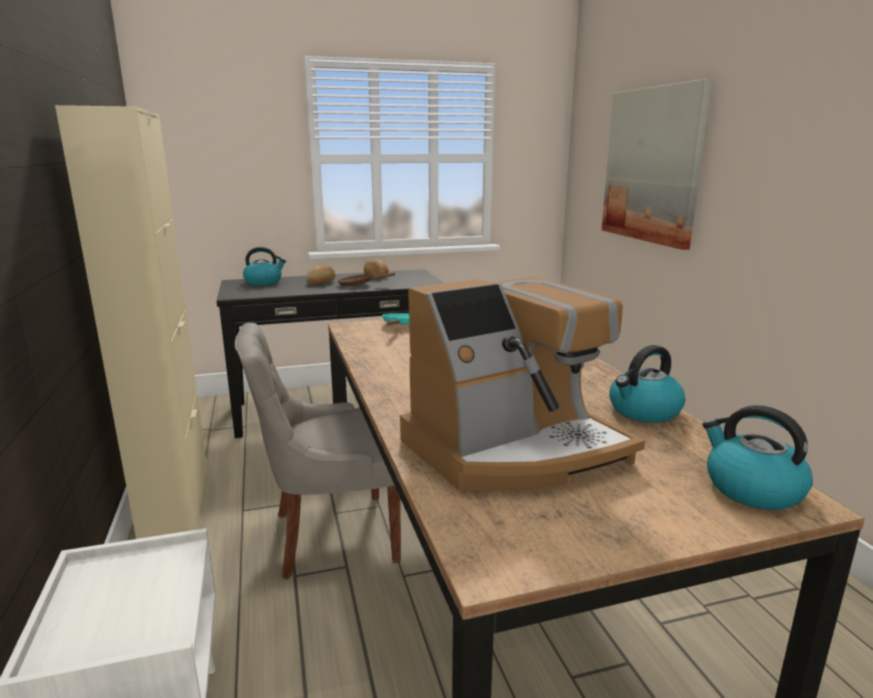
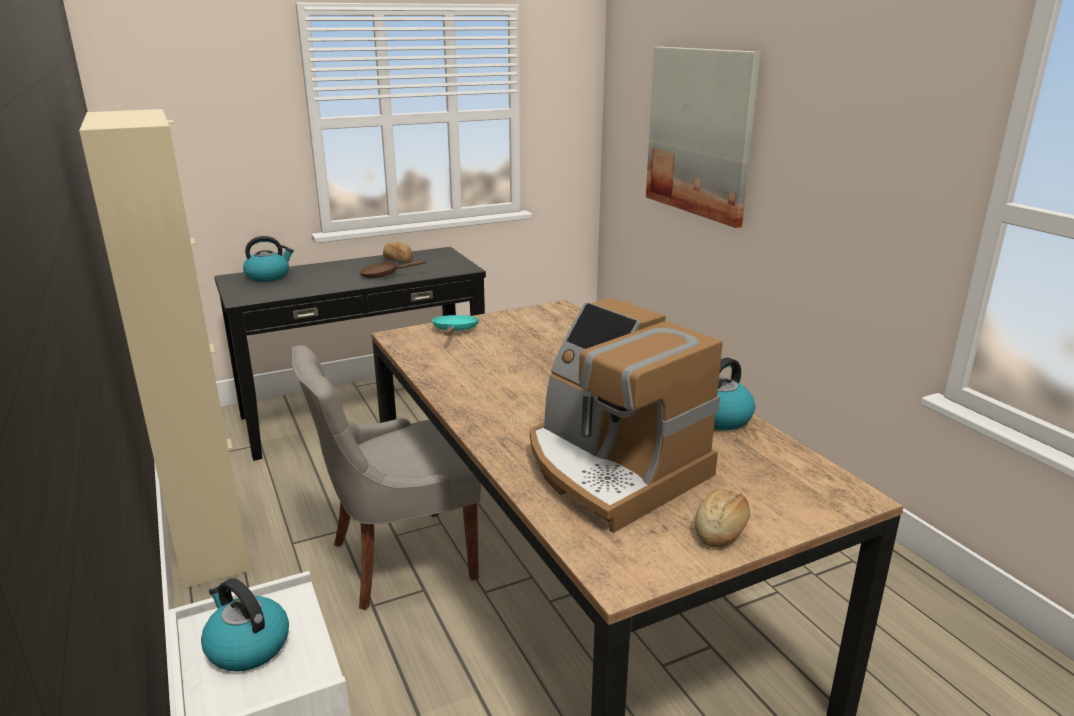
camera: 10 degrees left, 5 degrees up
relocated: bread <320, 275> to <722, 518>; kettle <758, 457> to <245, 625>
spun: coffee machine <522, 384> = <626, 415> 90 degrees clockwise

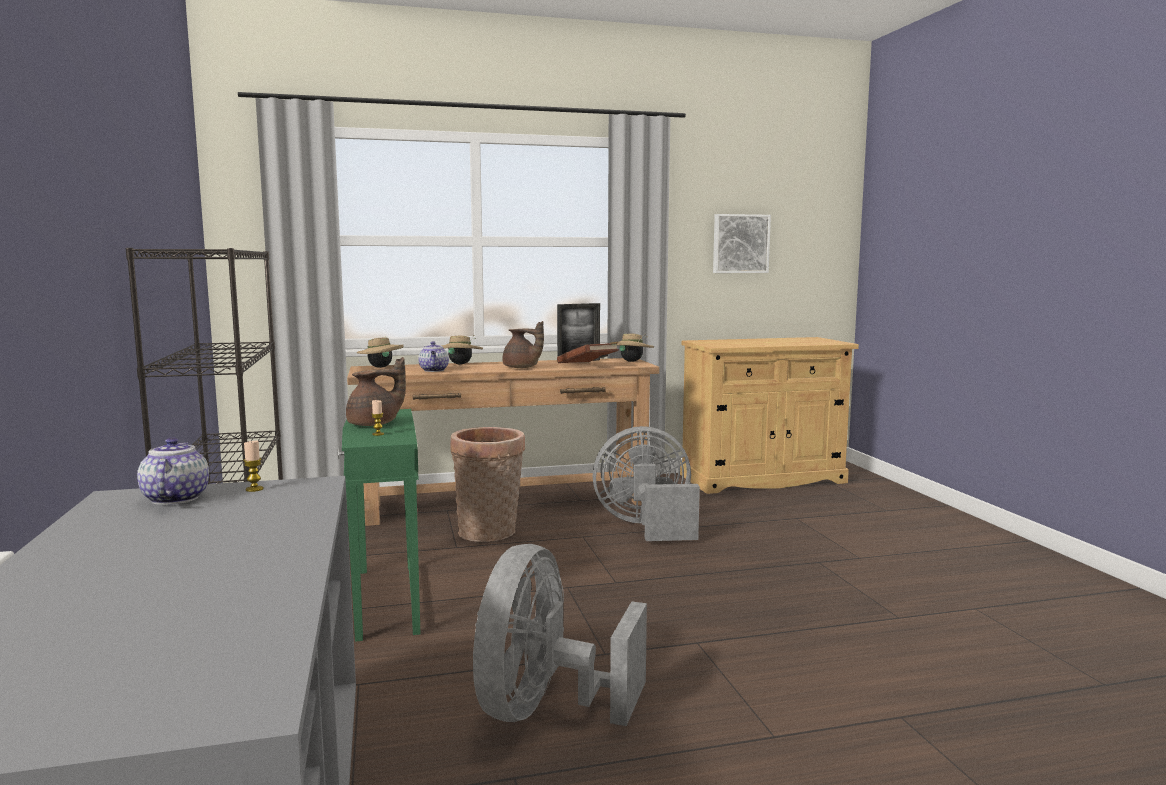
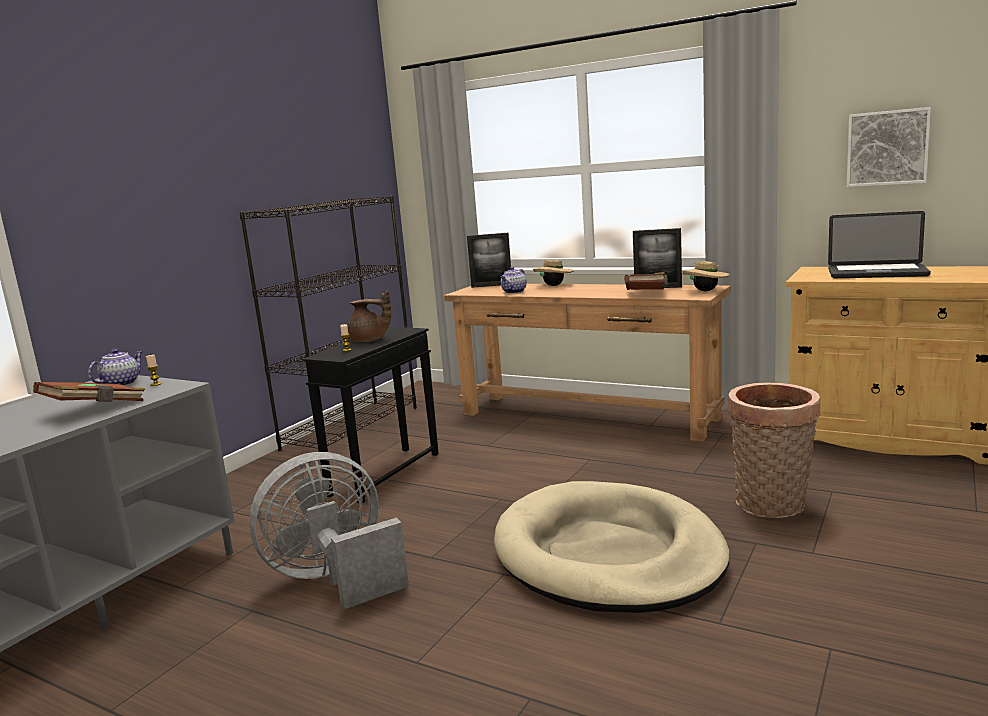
camera: 45 degrees right, 5 degrees up
missing: brown teapot <523, 344>; grey fan <646, 483>
appeared: brown book <89, 392>; beige dog bed <612, 547>; laptop <879, 244>
relocated: basket <487, 484> to <774, 450>
exchanged: beige hat <380, 353> to picture frame <489, 260>
colour: green side table <378, 525> to black side table <370, 415>

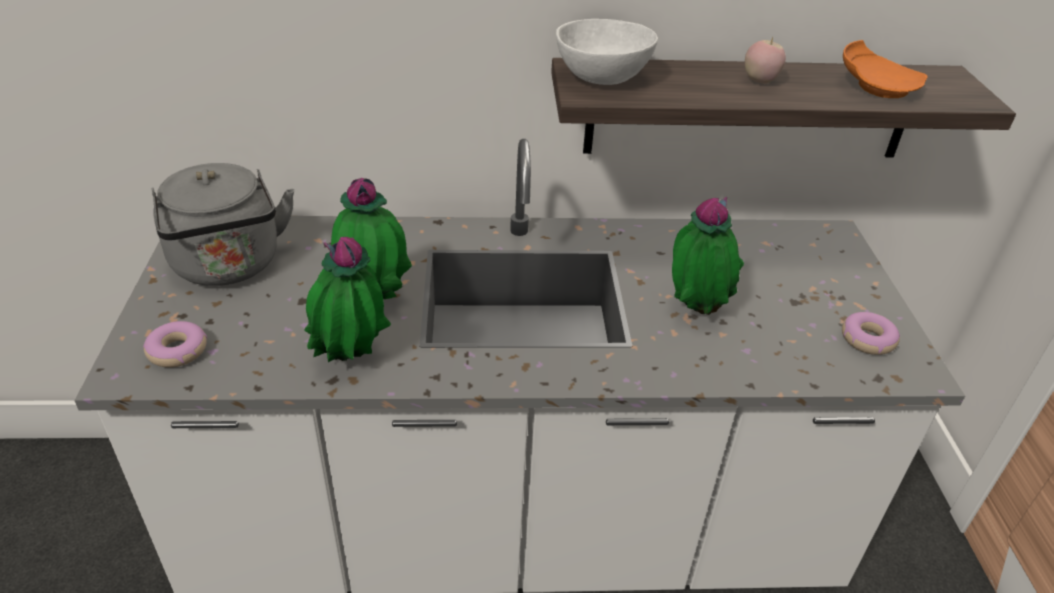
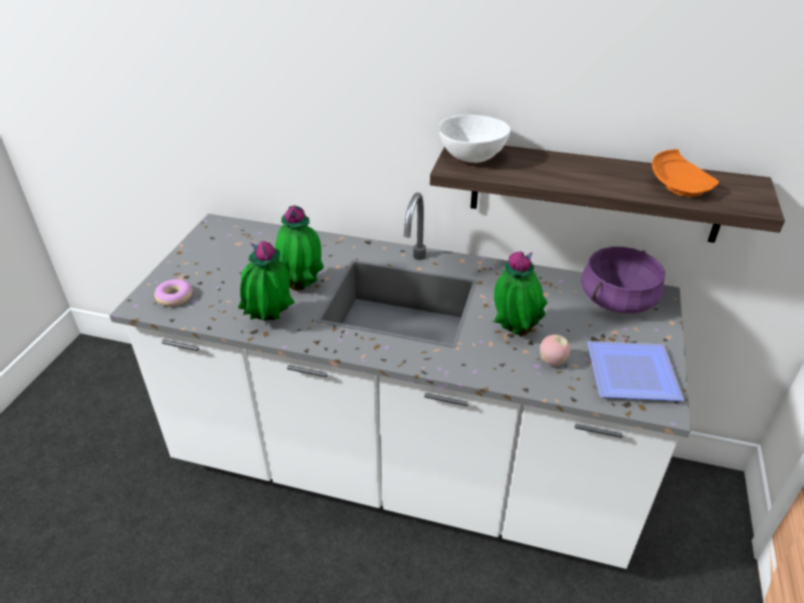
camera: 20 degrees right, 0 degrees up
missing: grey kettle <223, 224>
appeared: purple cooking pot <623, 280>
relocated: apple <765, 60> to <555, 350>
exchanged: donut <871, 333> to plate <635, 371>

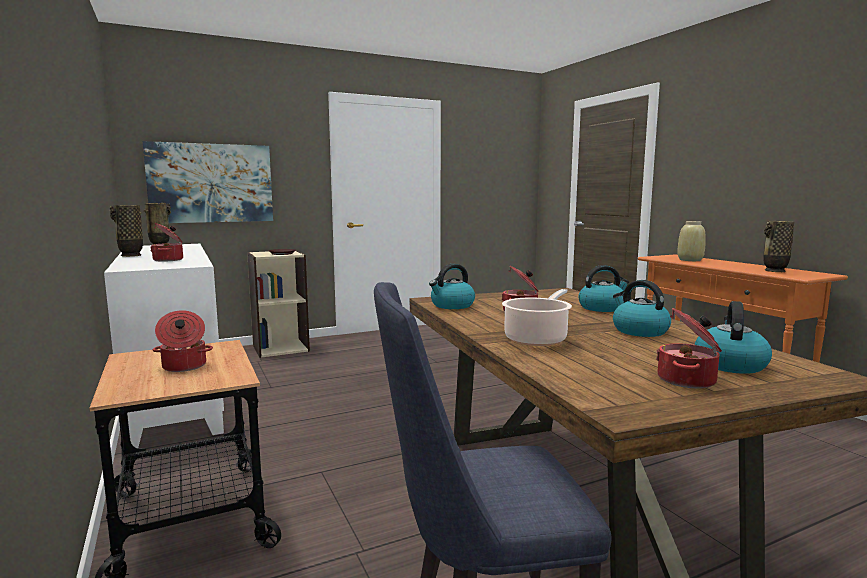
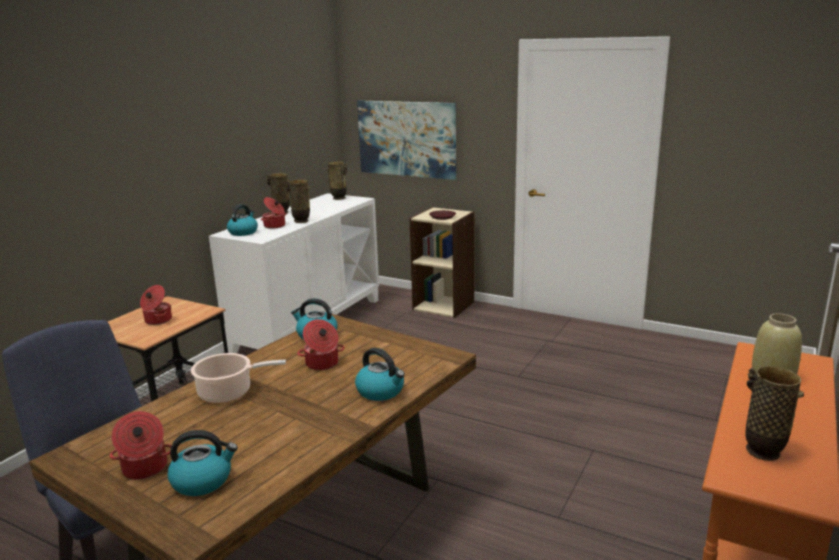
camera: 55 degrees right, 10 degrees up
appeared: vase <298, 201>
relocated: kettle <642, 308> to <242, 220>

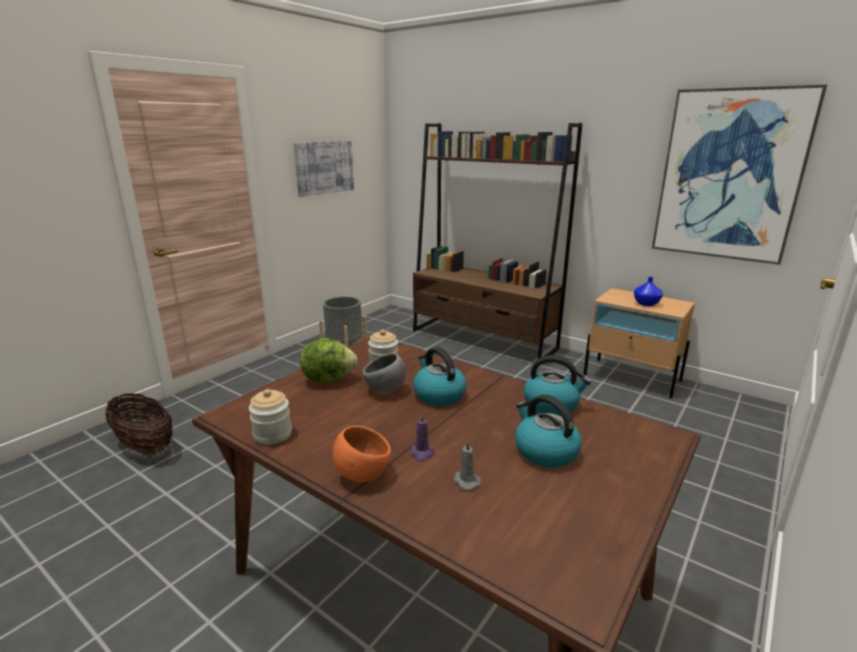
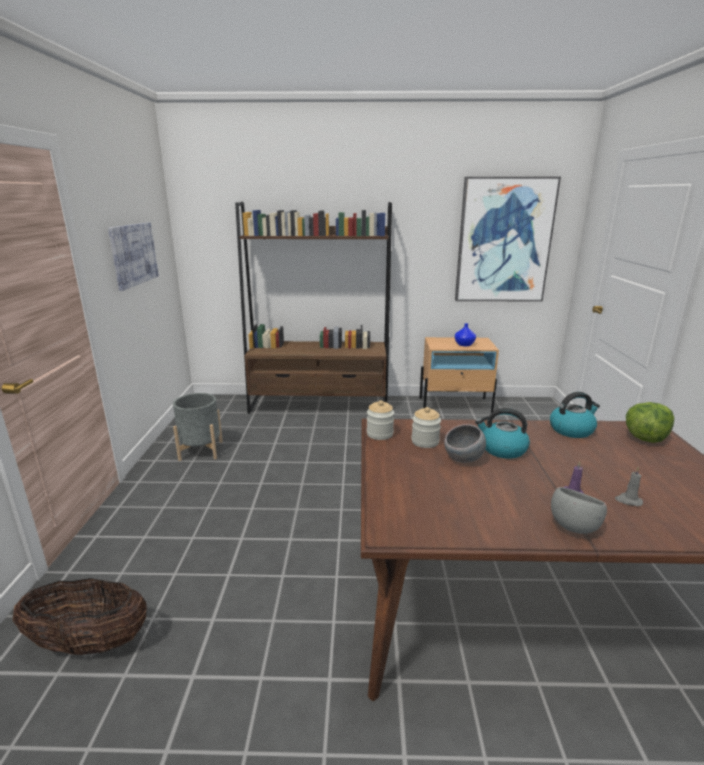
camera: 35 degrees left, 0 degrees up
missing: kettle <548, 431>
relocated: jar <270, 417> to <380, 420>; lettuce <329, 360> to <650, 422>
colour: orange bowl <362, 454> to grey bowl <579, 510>

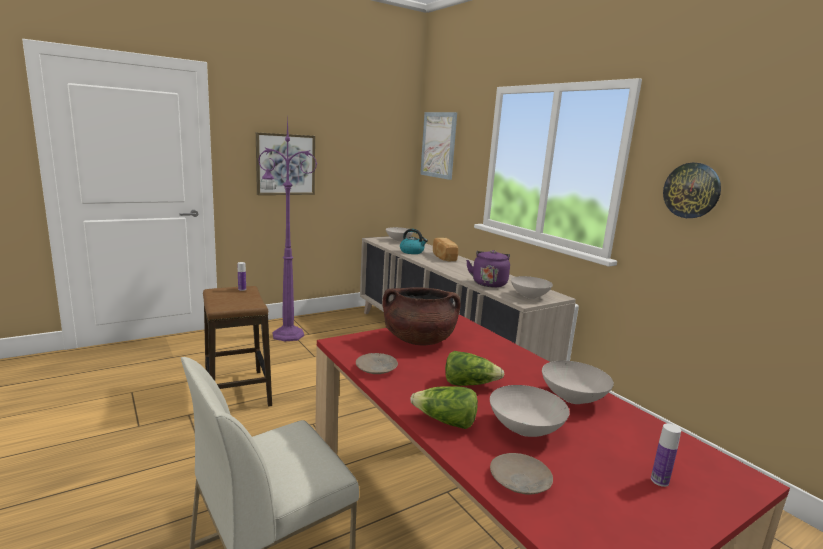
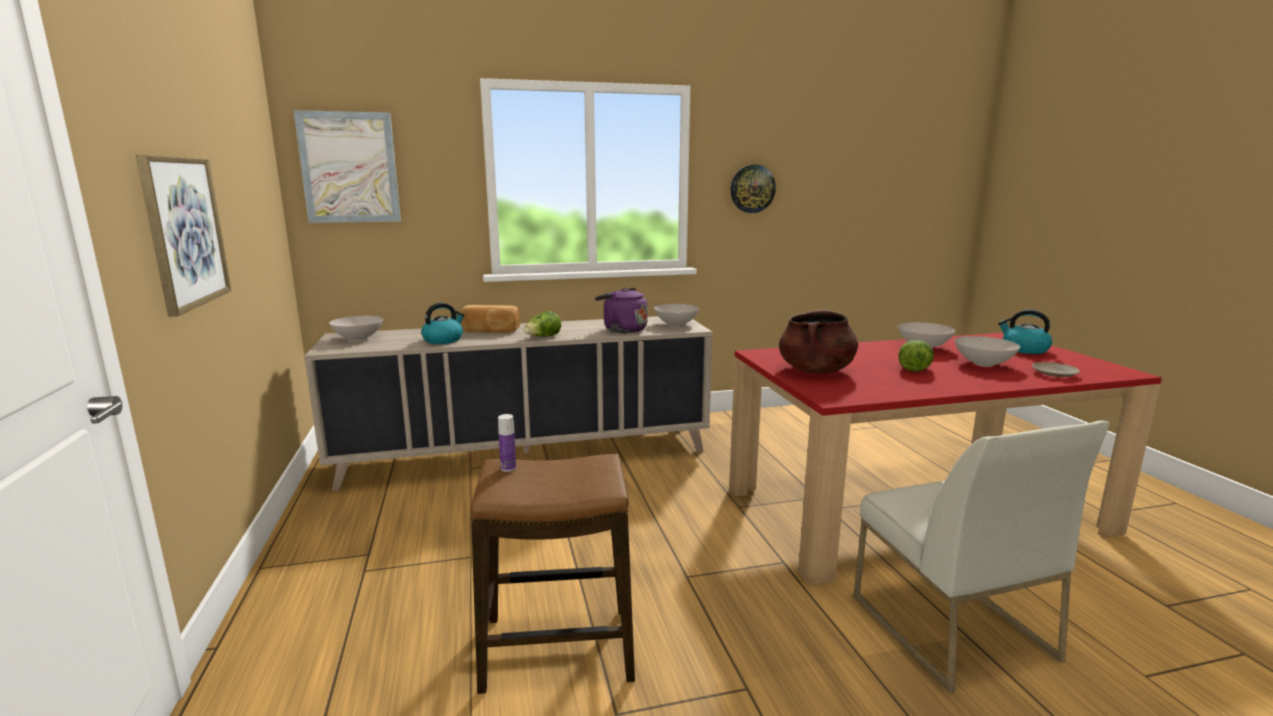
camera: 70 degrees left, 0 degrees up
missing: purple floor lamp <287, 227>; beige plate <377, 363>
relocated: lettuce <444, 407> to <542, 324>
exchanged: bottle <666, 455> to kettle <1025, 332>

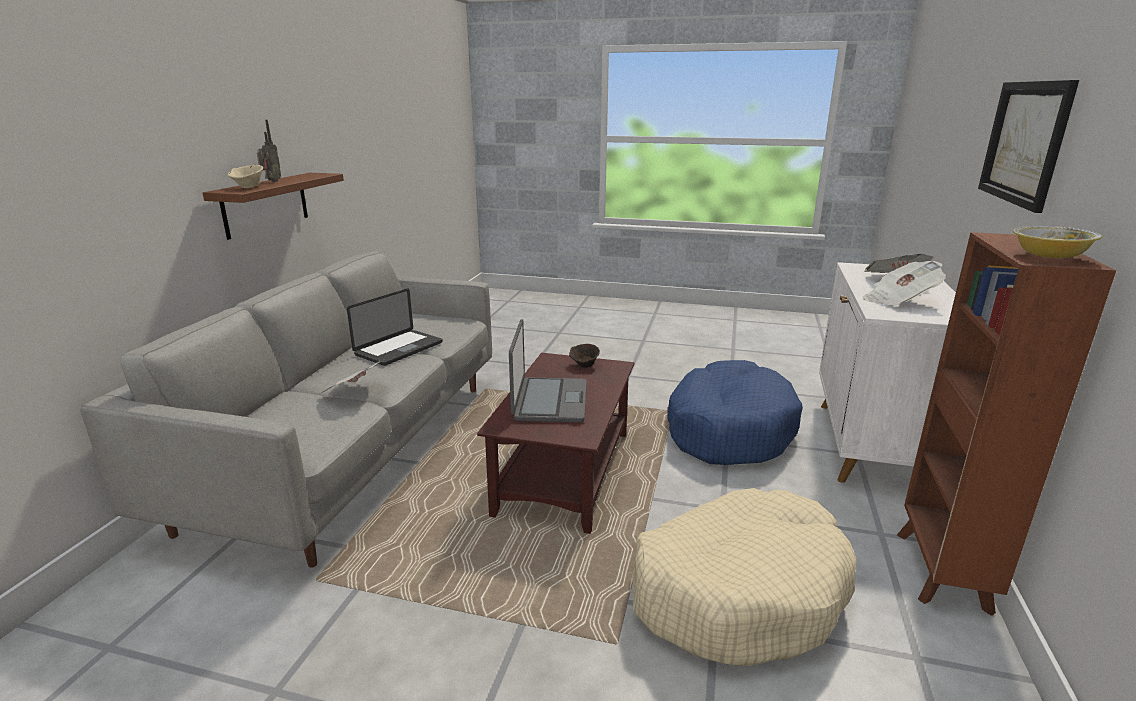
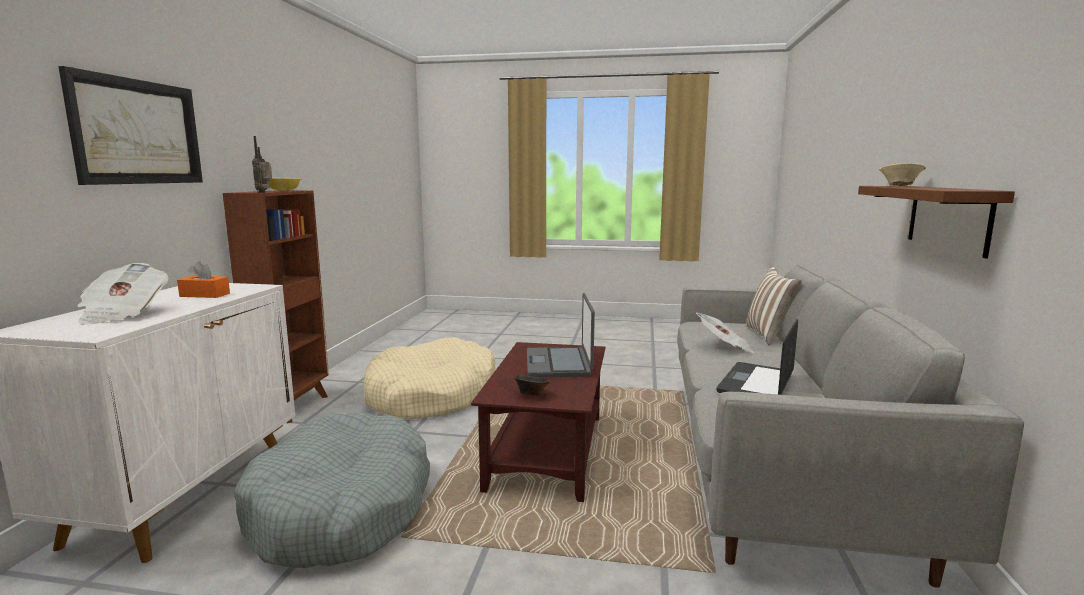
camera: 175 degrees right, 10 degrees down
appeared: pillow <774, 306>
relocated: radio <269, 151> to <262, 164>
exchanged: newspaper <904, 283> to orange tissue box <203, 279>
colour: blue dog bed <735, 412> to grey dog bed <332, 490>

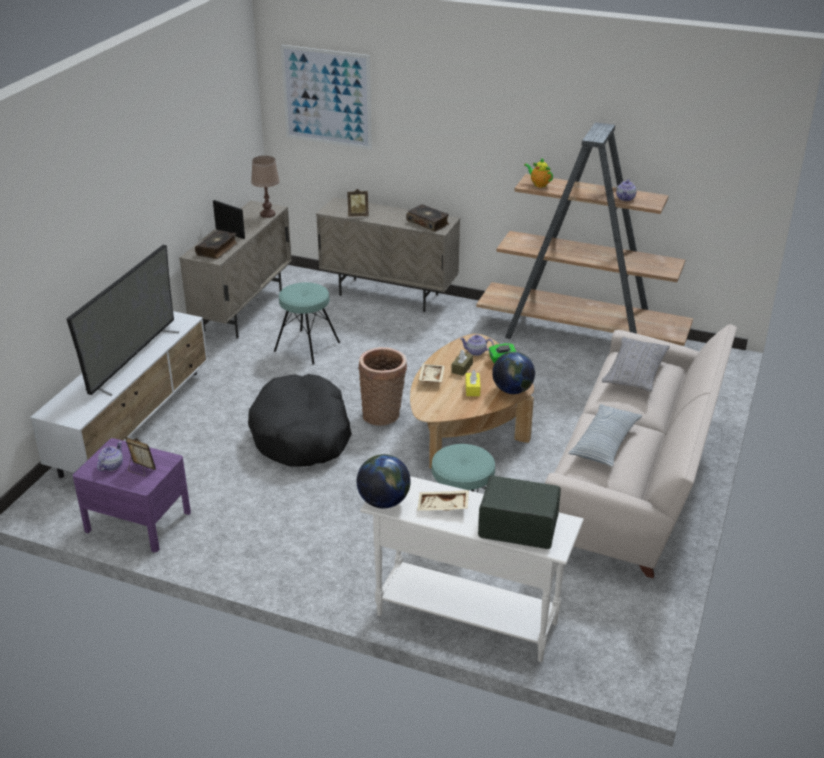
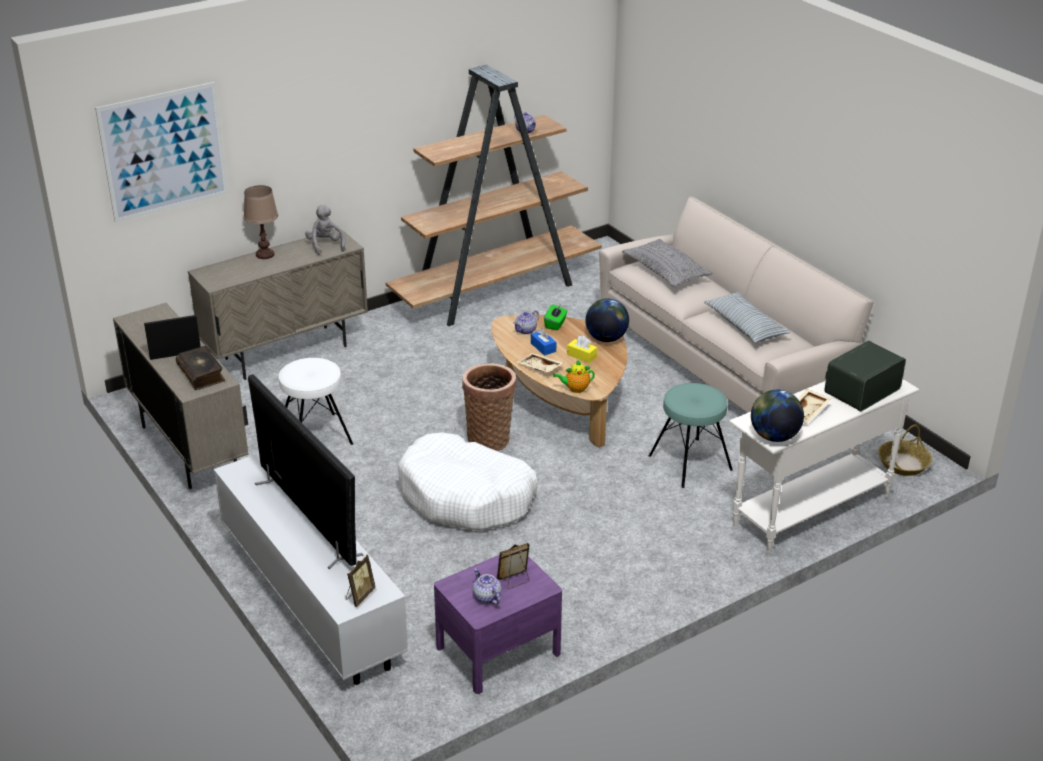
camera: 55 degrees left, 0 degrees up
appeared: basket <905, 450>
relocated: brown table lamp <265, 187> to <261, 222>; picture frame <358, 203> to <361, 581>; teapot <538, 172> to <574, 376>
exchanged: book <427, 218> to grey plush toy <325, 230>
colour: black dog bed <300, 420> to white dog bed <468, 481>; turquoise stool <307, 323> to white stool <316, 401>; brown tissue box <462, 363> to blue tissue box <543, 342>

